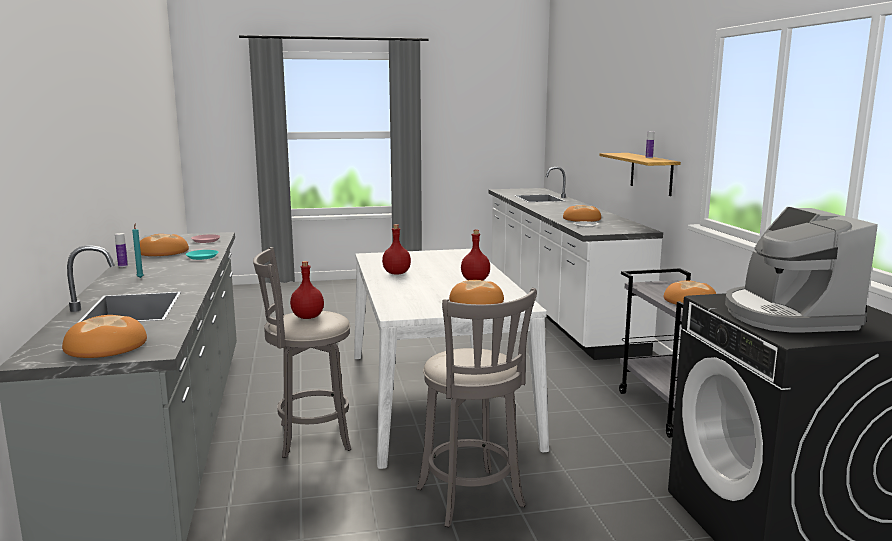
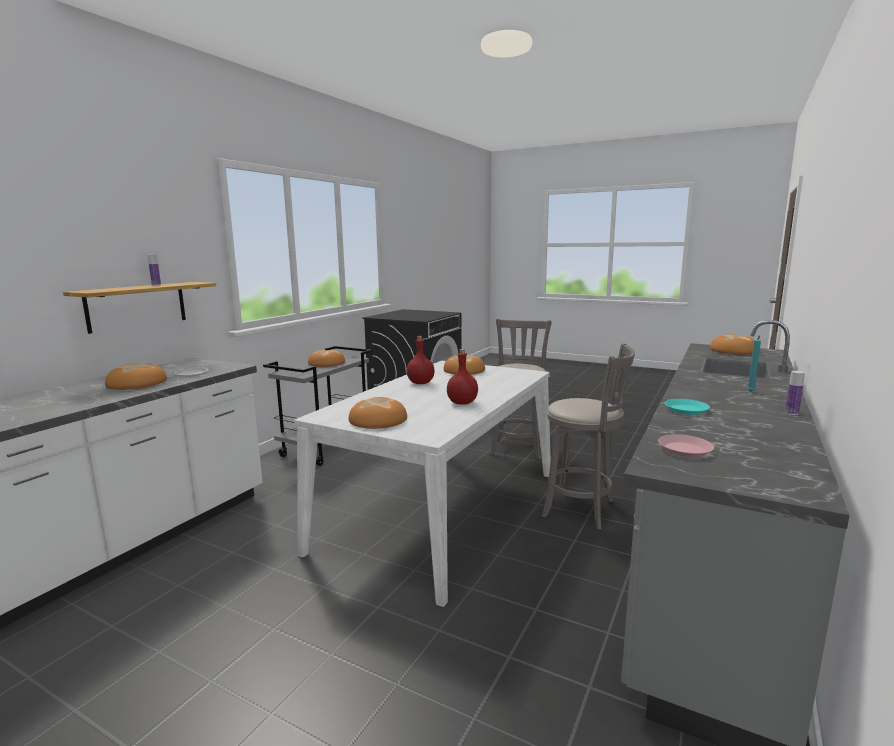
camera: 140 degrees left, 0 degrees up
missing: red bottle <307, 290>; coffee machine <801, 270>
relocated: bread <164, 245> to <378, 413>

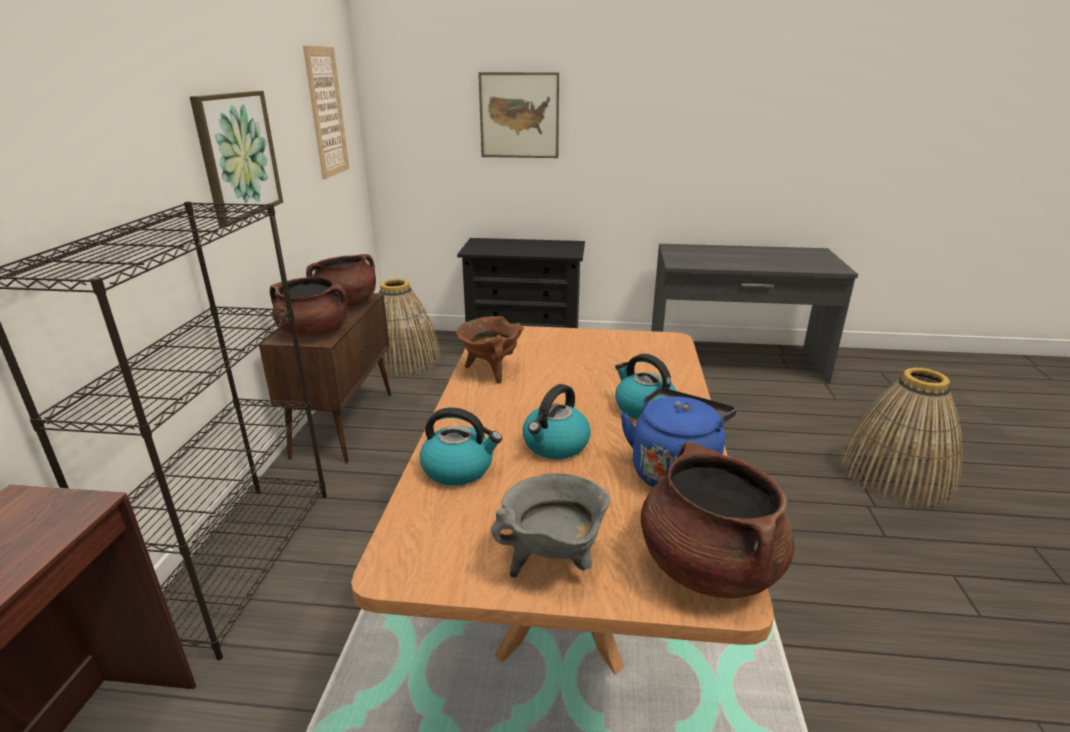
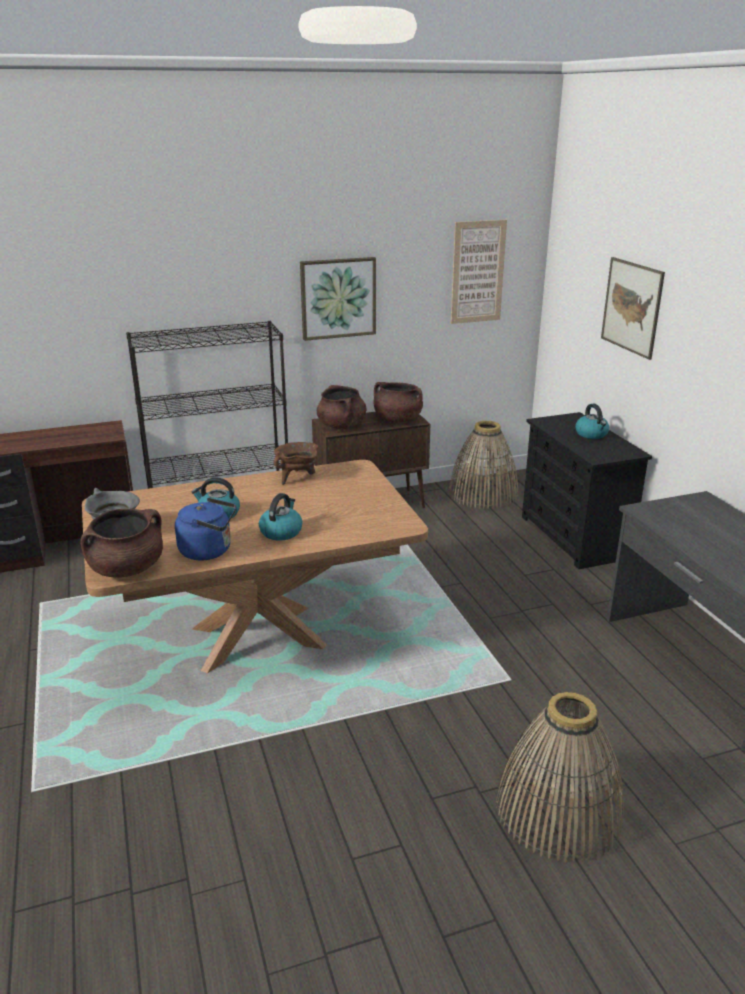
camera: 65 degrees right, 0 degrees up
relocated: kettle <461, 447> to <592, 421>

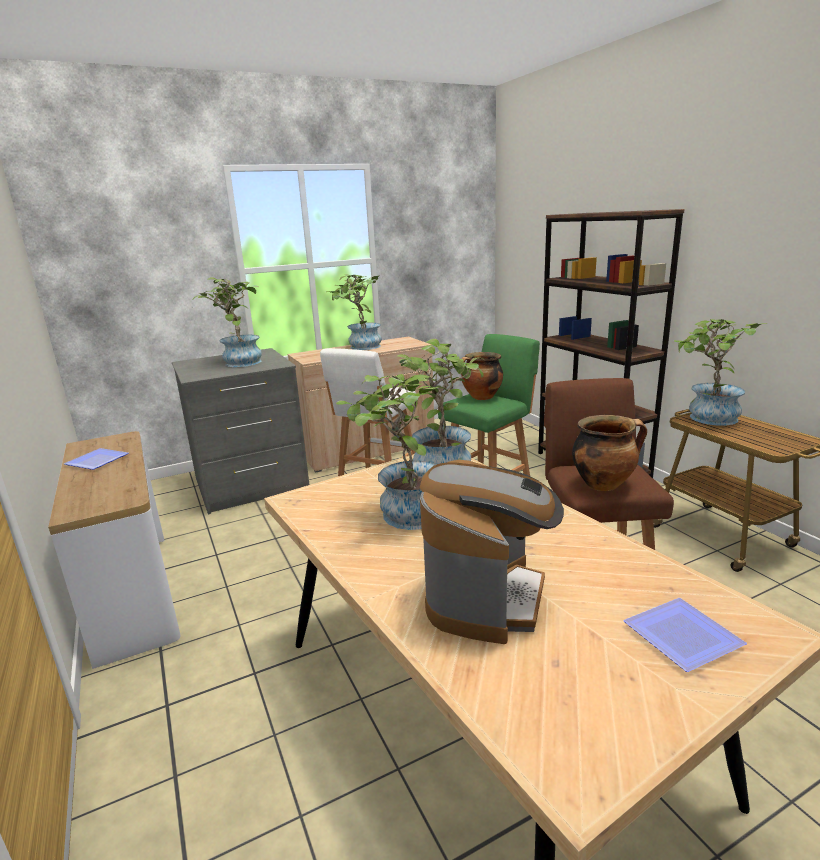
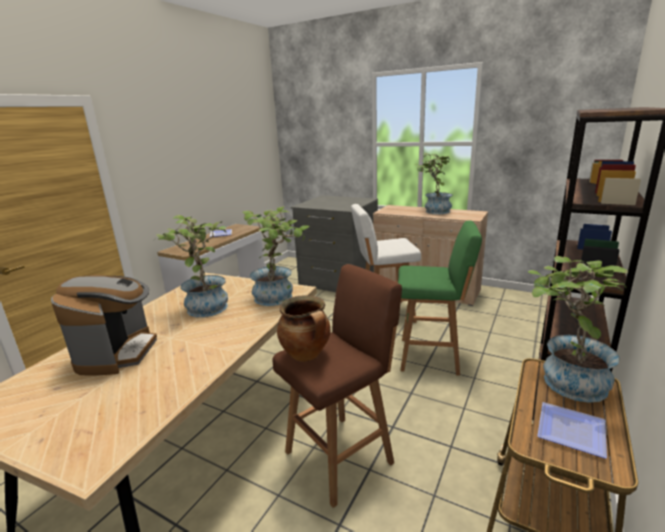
camera: 55 degrees right, 0 degrees up
missing: potted plant <227, 322>; cooking pot <482, 376>
relocated: plate <685, 635> to <572, 430>
spun: coffee machine <492, 552> = <104, 325> 75 degrees counterclockwise

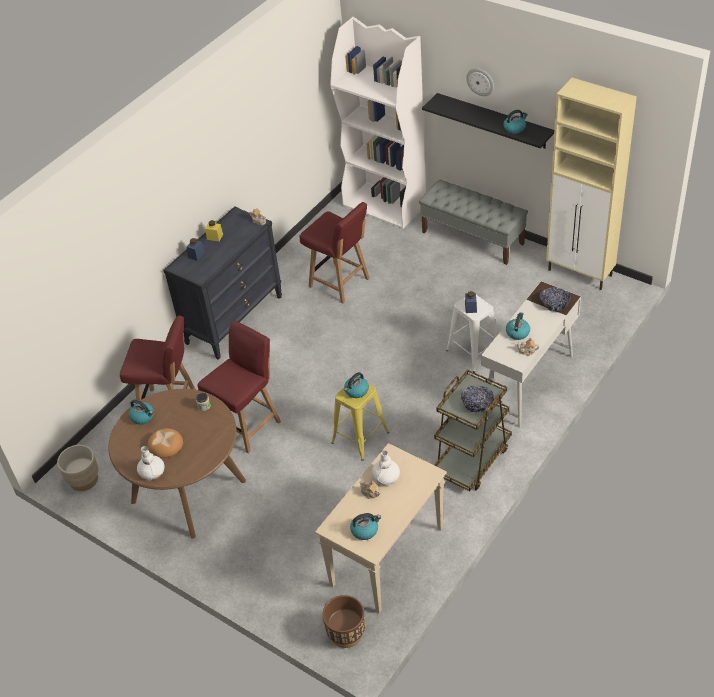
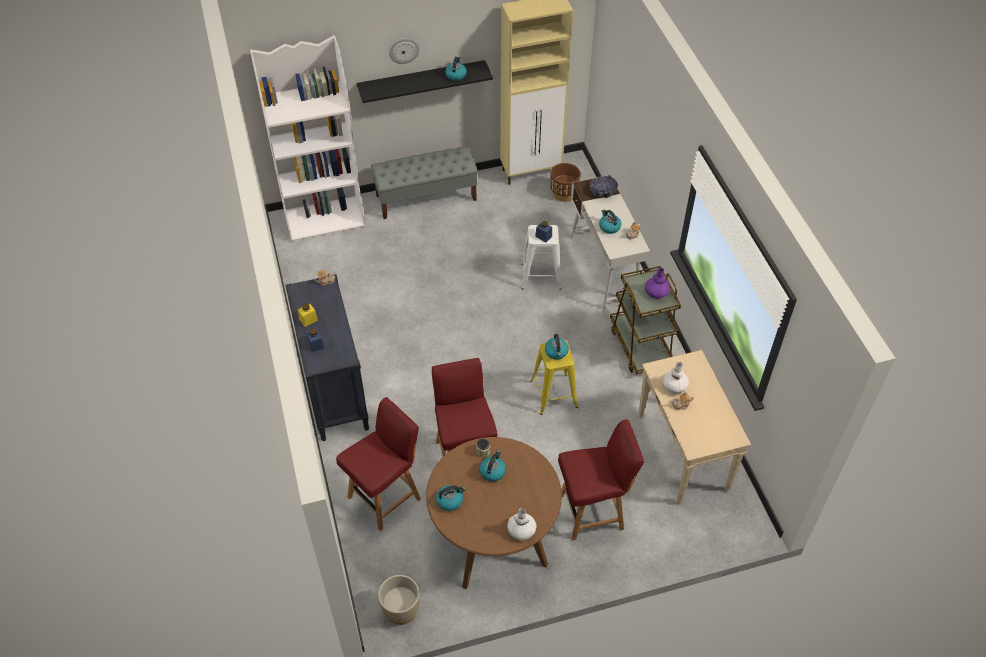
camera: 55 degrees left, 5 degrees up
missing: bread <165, 443>
relocated: red chair <334, 253> to <601, 479>; brown planter <343, 621> to <565, 182>; kettle <365, 526> to <492, 466>
exchanged: bowl <477, 399> to purple vase <657, 283>

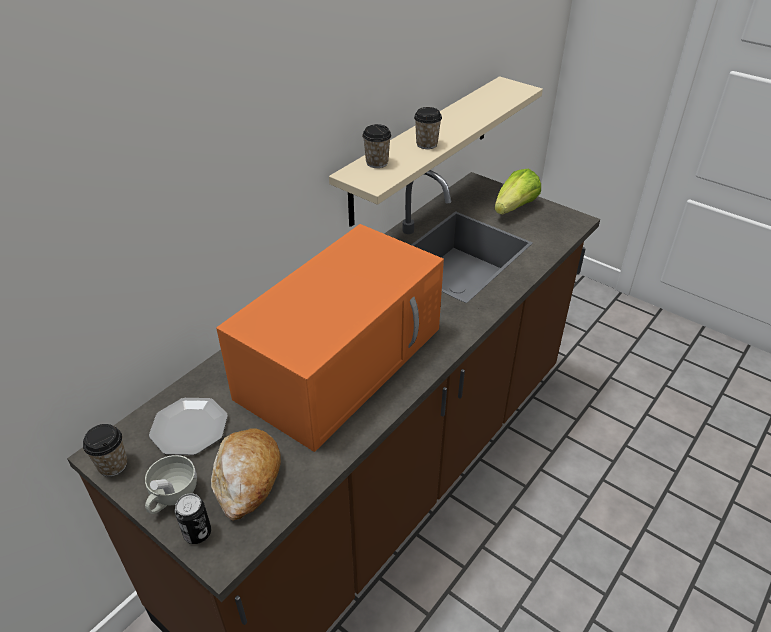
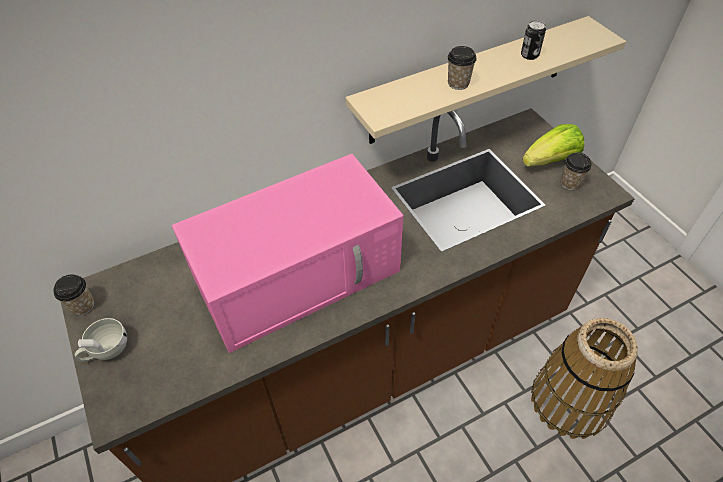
camera: 25 degrees right, 10 degrees up
missing: plate <188, 426>; bread <246, 474>
appeared: basket <584, 378>
relocated: can <193, 518> to <533, 40>; cup <376, 146> to <576, 171>
colour: orange microwave <330, 338> to pink microwave <287, 253>

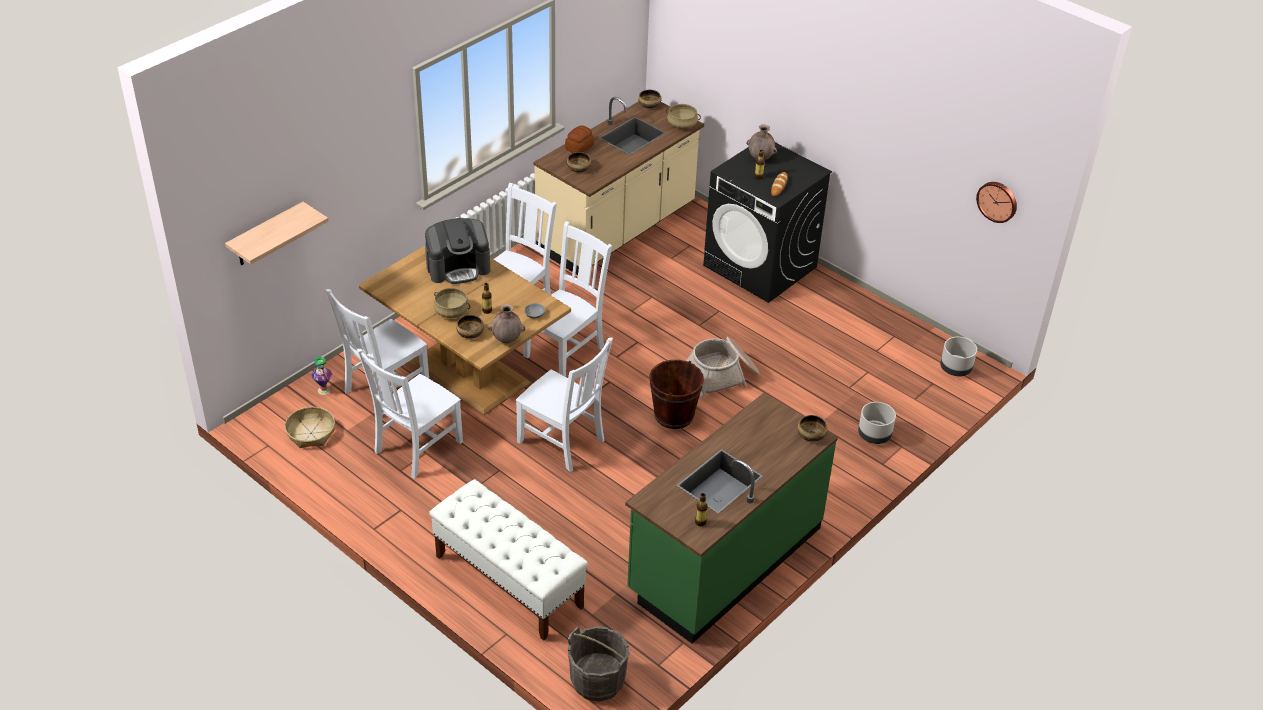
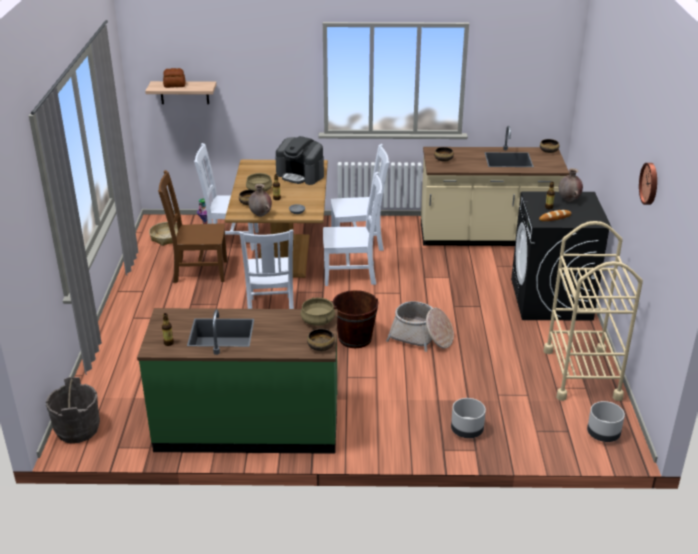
camera: 50 degrees right, 10 degrees down
missing: white bench <508, 560>
appeared: beige cart <593, 311>
relocated: bread <579, 139> to <174, 78>; beige cooking pot <683, 116> to <317, 311>; wall clock <996, 202> to <648, 184>
colour: white chair <410, 414> to brown chair <192, 226>

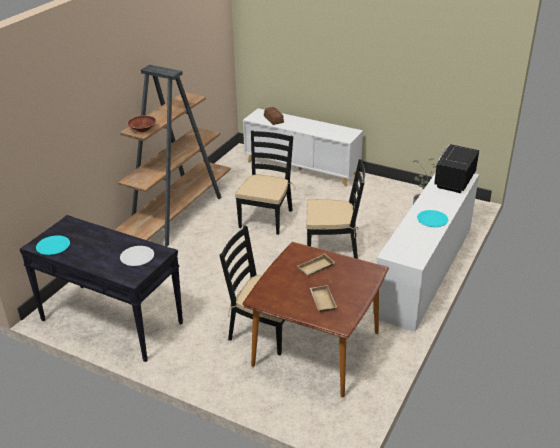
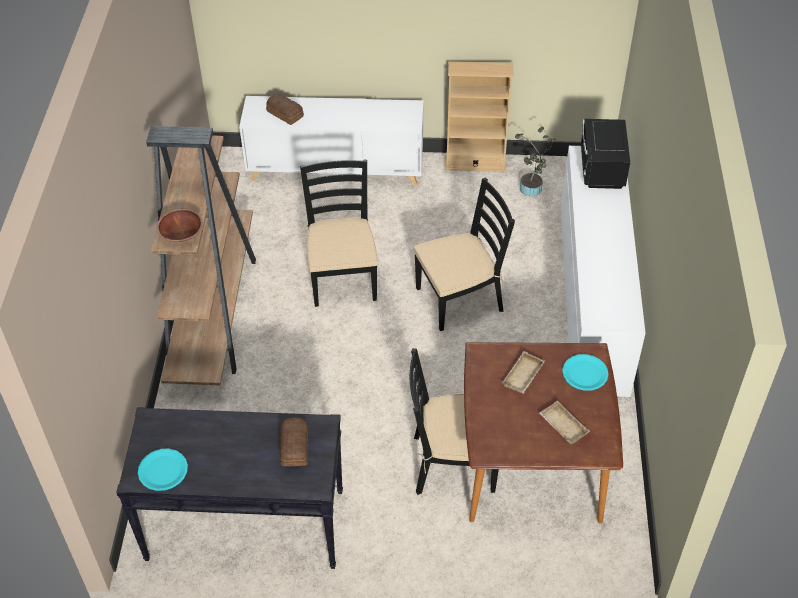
camera: 25 degrees left, 15 degrees up
appeared: beige bookcase <479, 116>
relocated: turquoise plate <432, 218> to <585, 372>
exchanged: white plate <137, 256> to bread <294, 441>

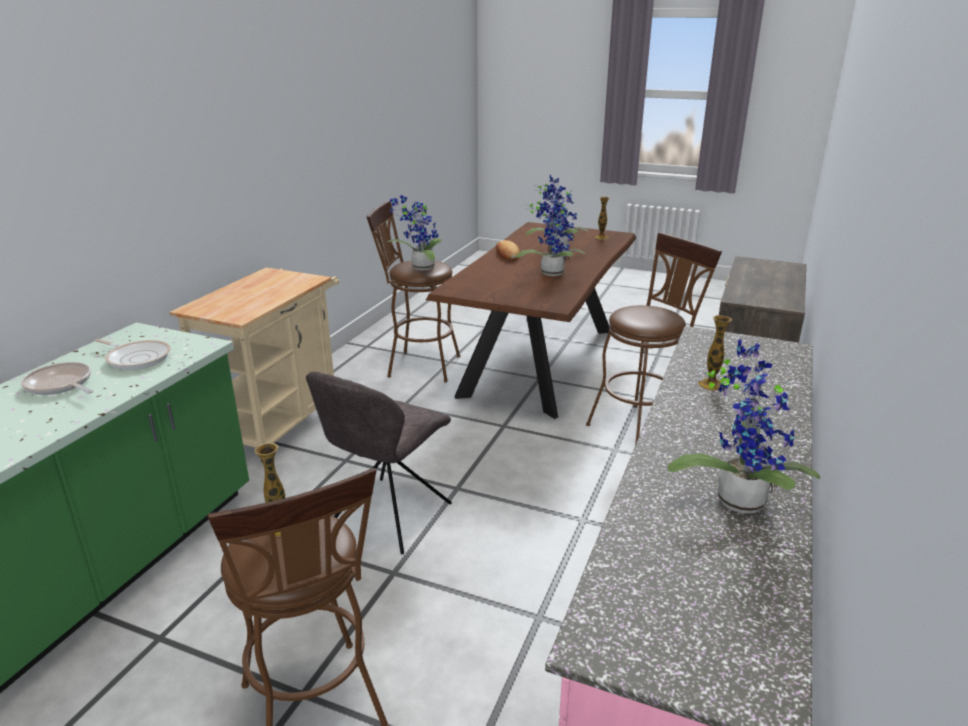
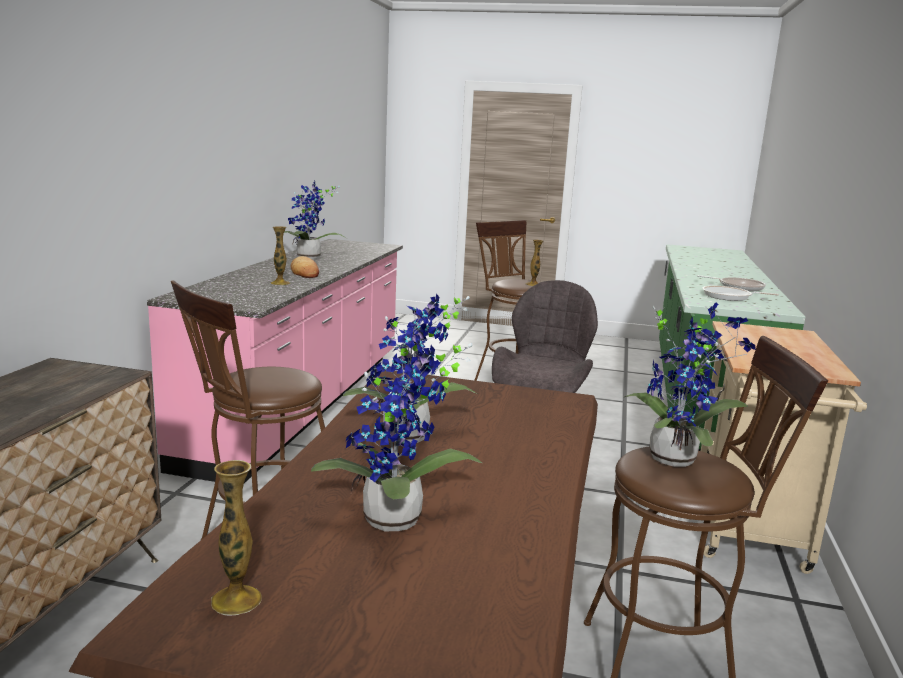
camera: 170 degrees right, 10 degrees down
relocated: bread <508, 250> to <304, 267>

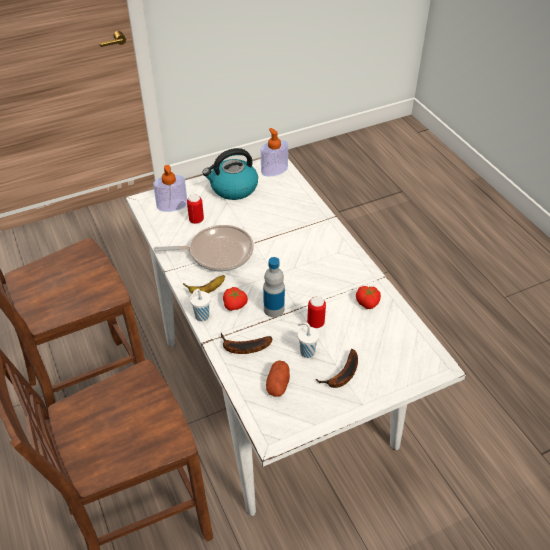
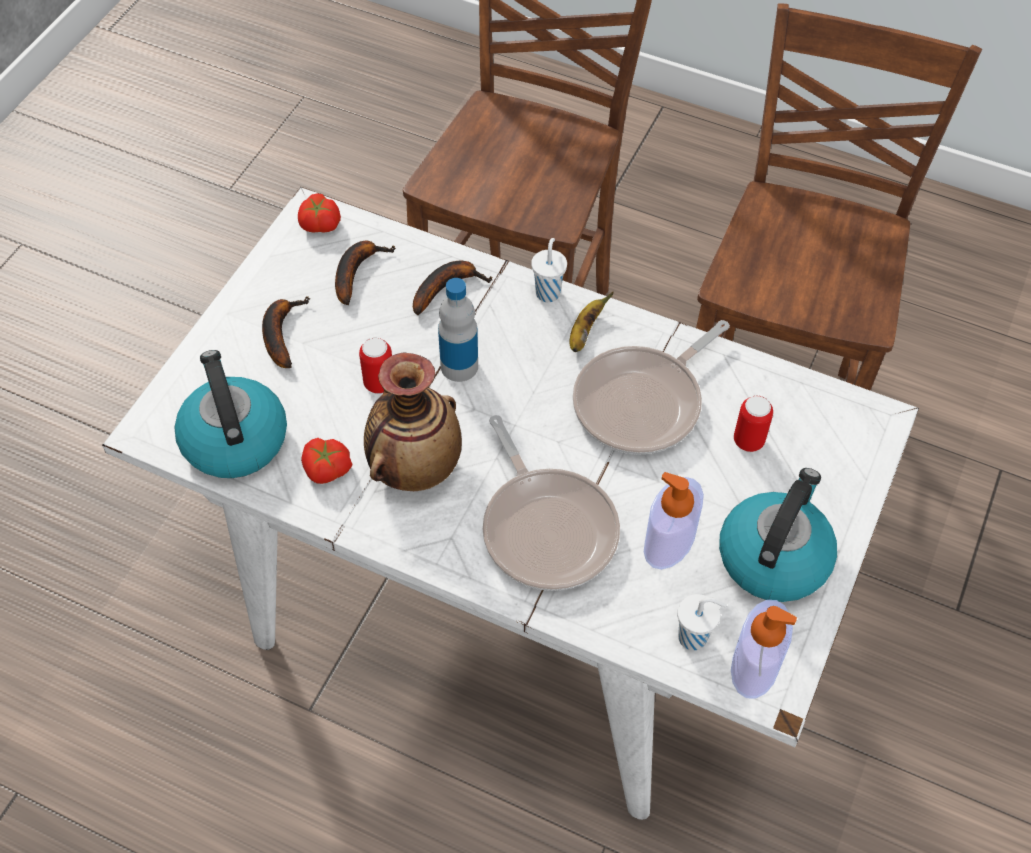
camera: 140 degrees right, 10 degrees up
appeared: kettle <231, 414>; vase <413, 421>; frying pan <551, 503>
relocated: soap dispenser <170, 188> to <674, 521>; tomato <235, 299> to <319, 213>; white cup <308, 340> to <702, 622>
exchanged: potato <278, 378> to banana <365, 273>

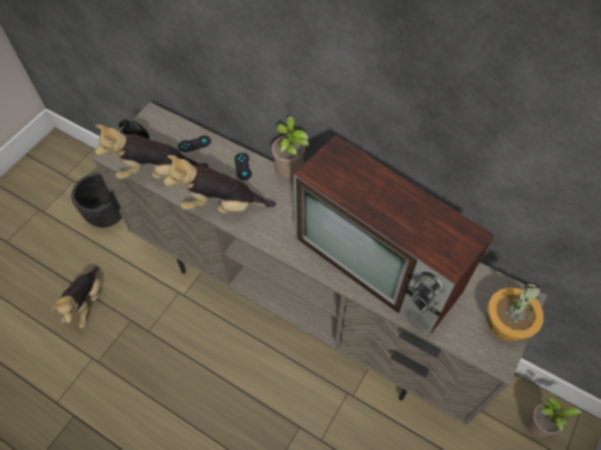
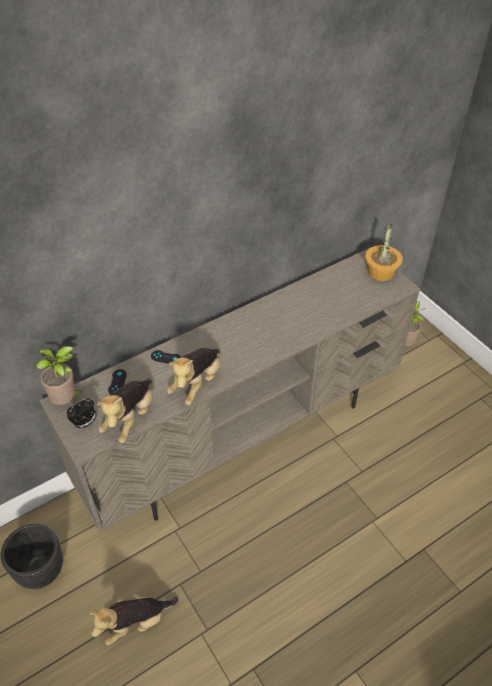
camera: 65 degrees left, 10 degrees down
missing: television <394, 235>
relocated: potted plant <290, 148> to <59, 375>
spun: plush toy <76, 297> = <133, 619> 120 degrees clockwise

